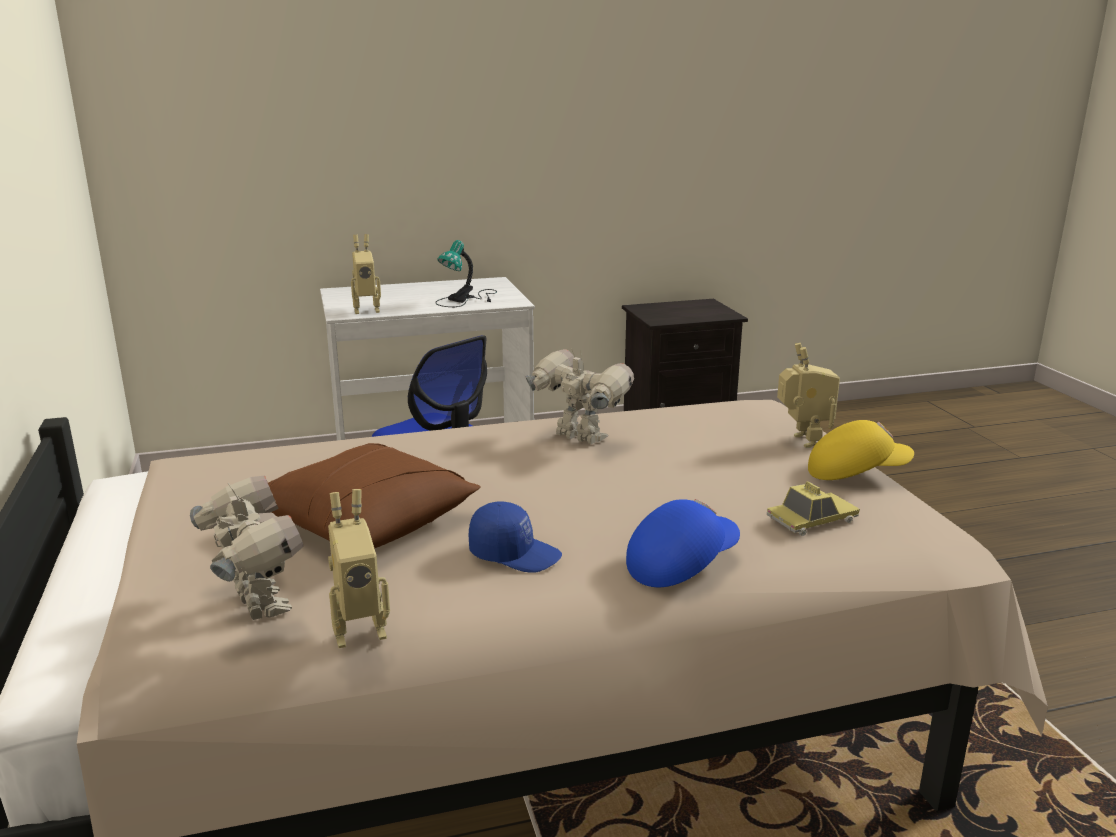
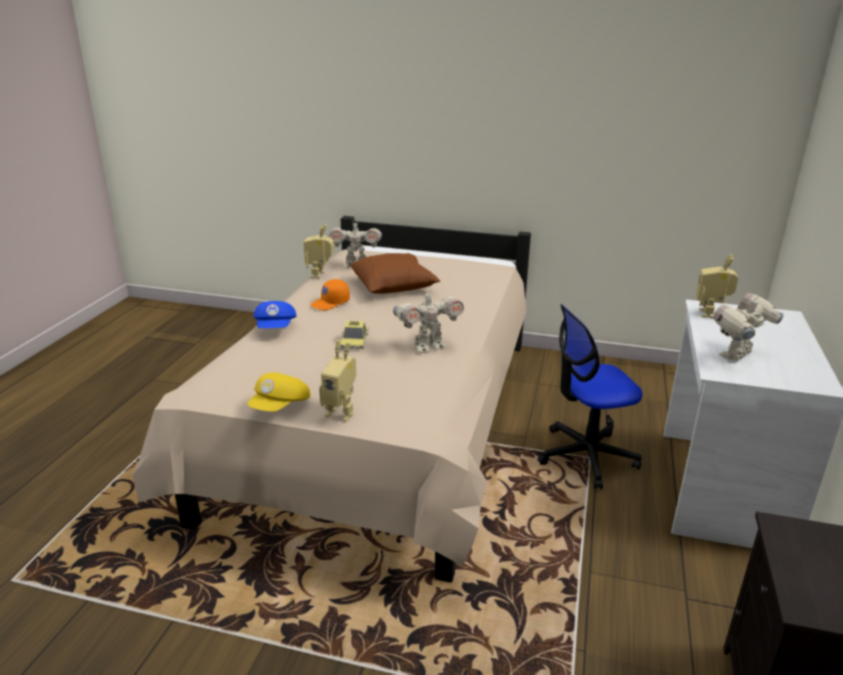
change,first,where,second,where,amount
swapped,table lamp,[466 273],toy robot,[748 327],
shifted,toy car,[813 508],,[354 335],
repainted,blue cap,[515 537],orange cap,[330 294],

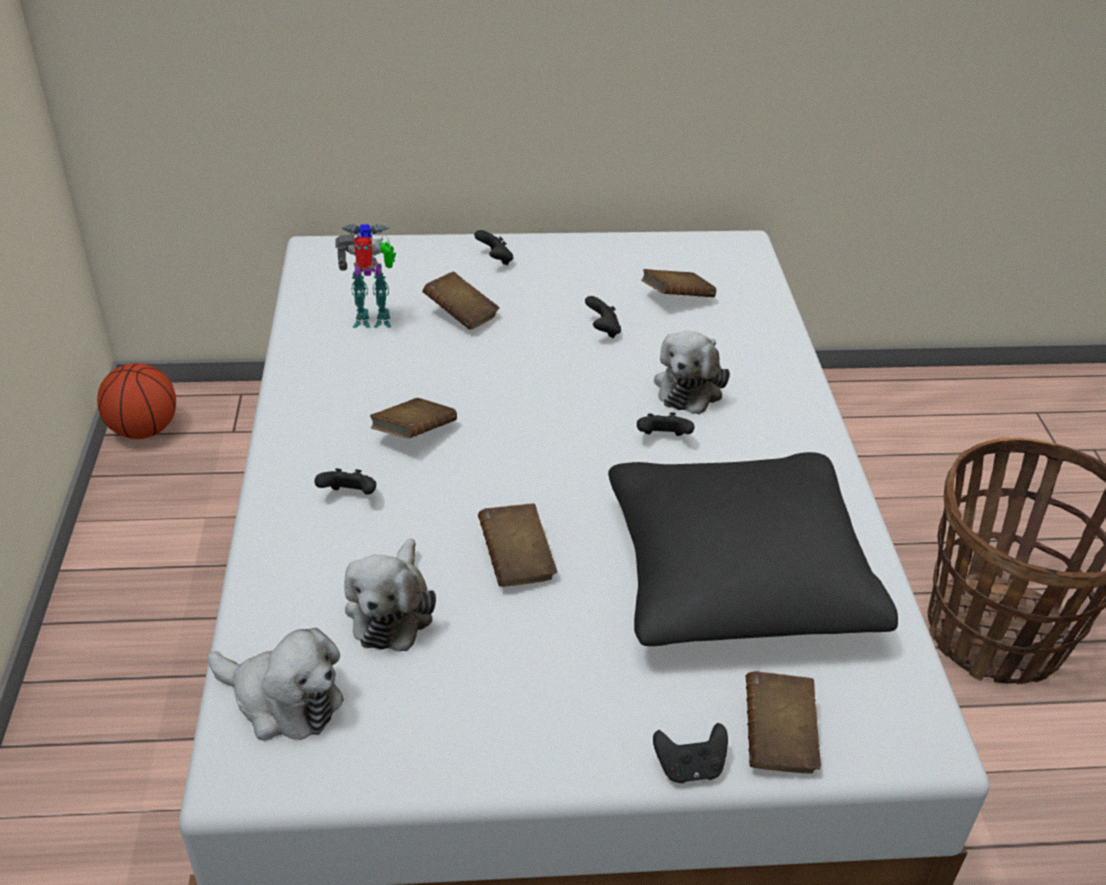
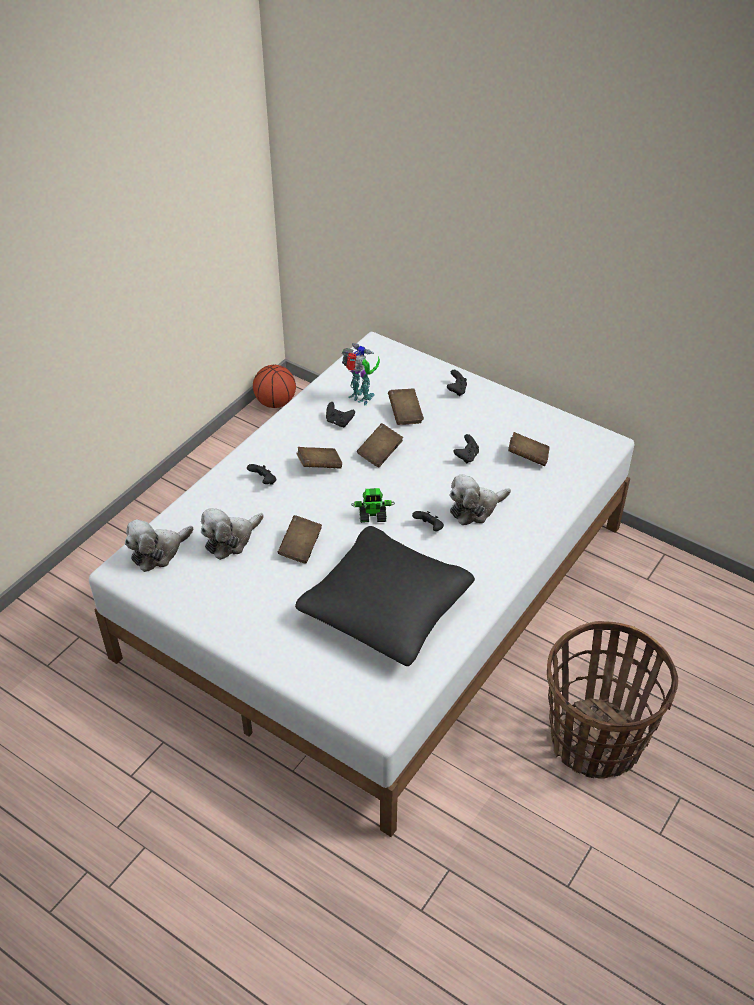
change,first,where,second,where,amount
rotated,plush toy,[275 684],,[159 545],75 degrees clockwise
shifted,brown book,[783 722],,[380 445],
shifted,black game controller,[690 753],,[340 415],
new,,,toy robot,[373 505],

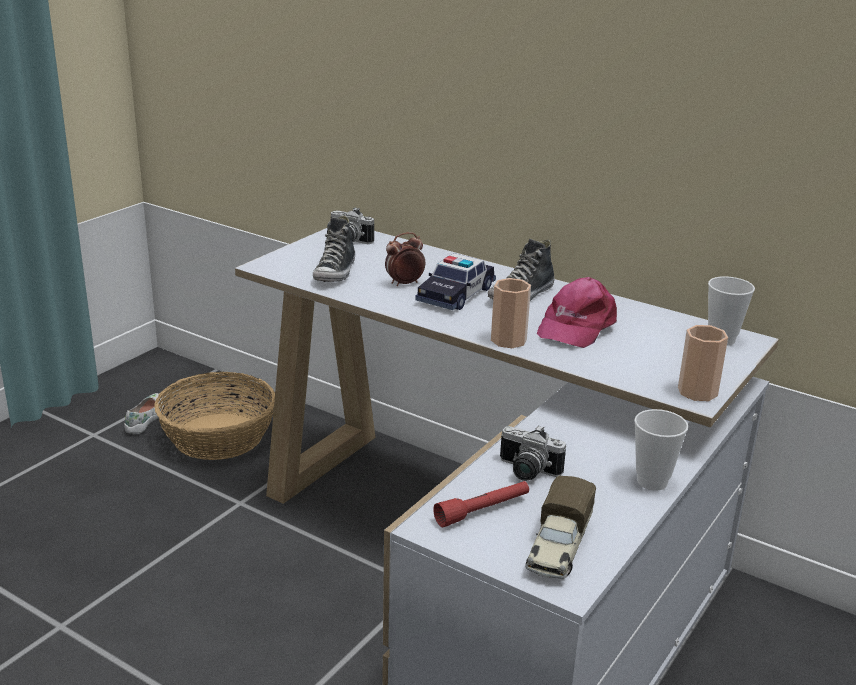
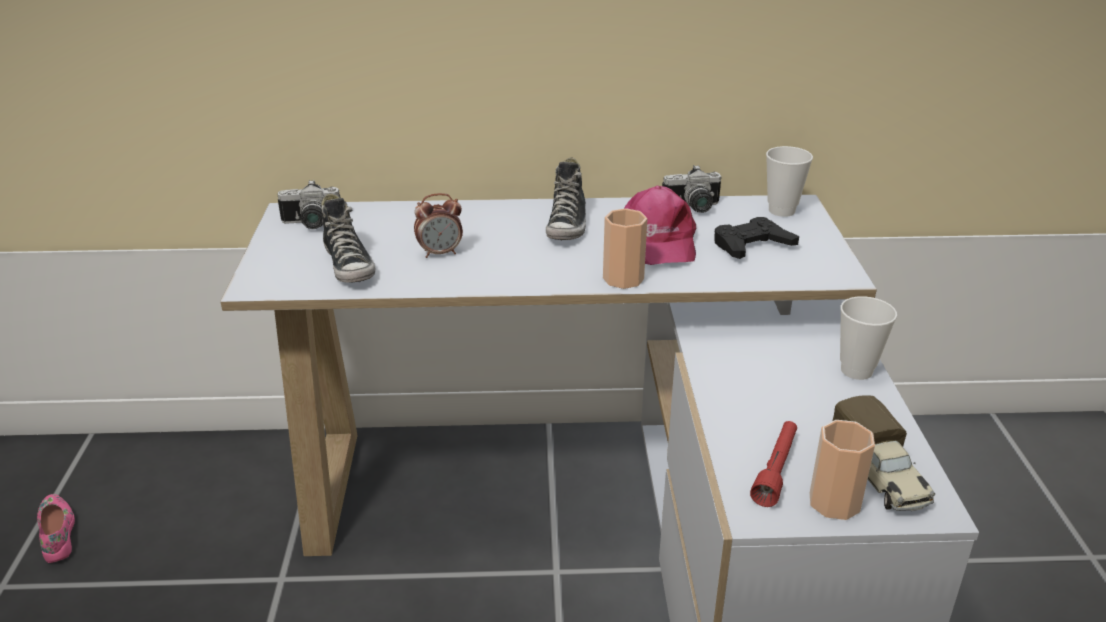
change,first,where,second,where,amount
rotated,alarm clock,[405 259],,[438 225],135 degrees counterclockwise
gone,toy car,[455 281],,,
shifted,cup,[703 363],,[842 470],
gone,basket,[214 416],,,
repainted,white shoe,[144 413],pink shoe,[56 528],
shifted,photo camera,[533 453],,[691 189],
new,,,black game controller,[756 238],

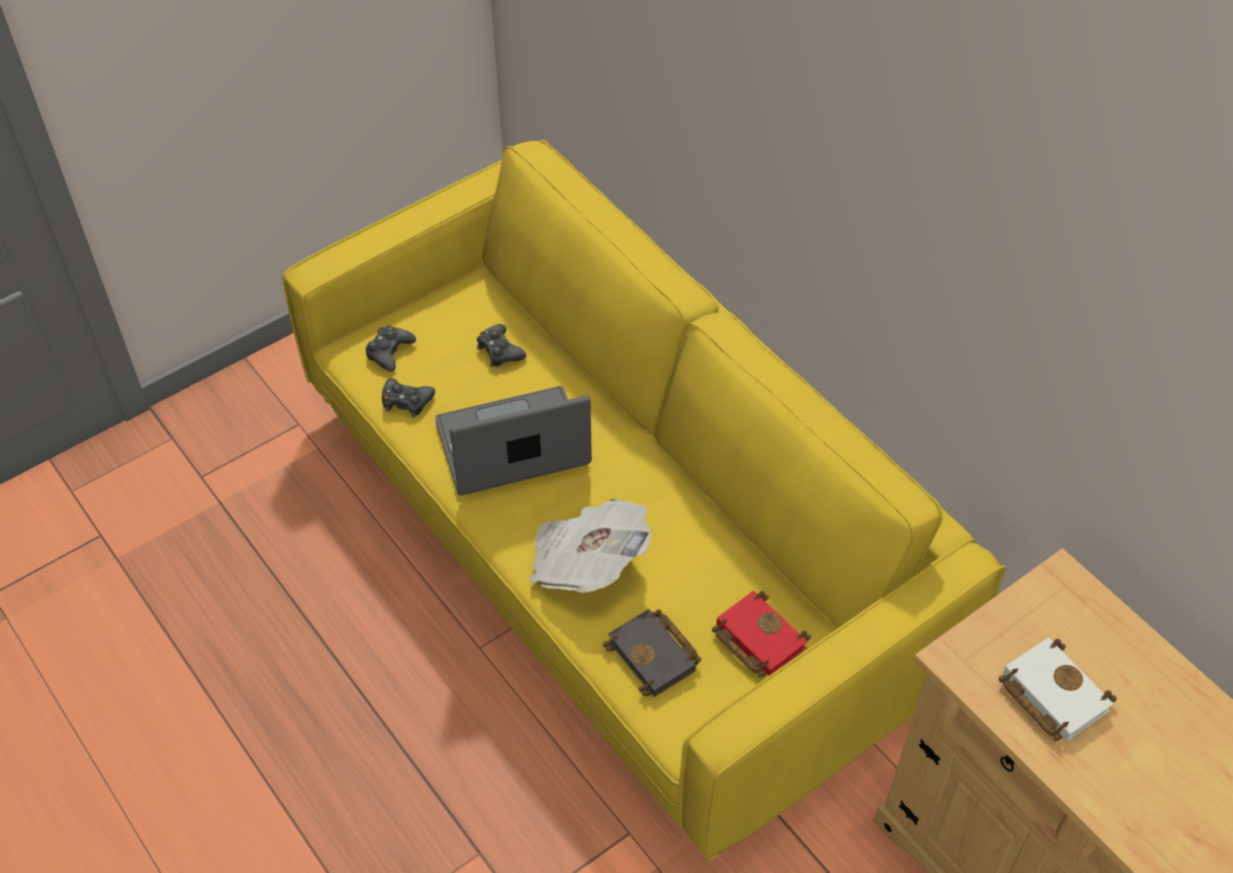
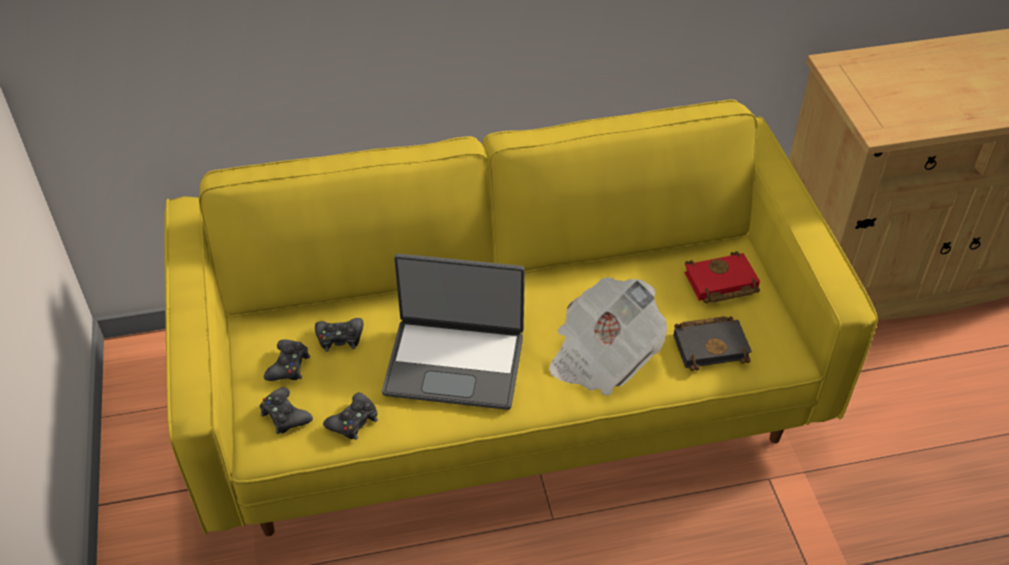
change,first,where,second,where,amount
rotated,laptop,[513 440],,[453 331],90 degrees counterclockwise
gone,white book,[1058 689],,,
new,,,black game controller,[287 360],

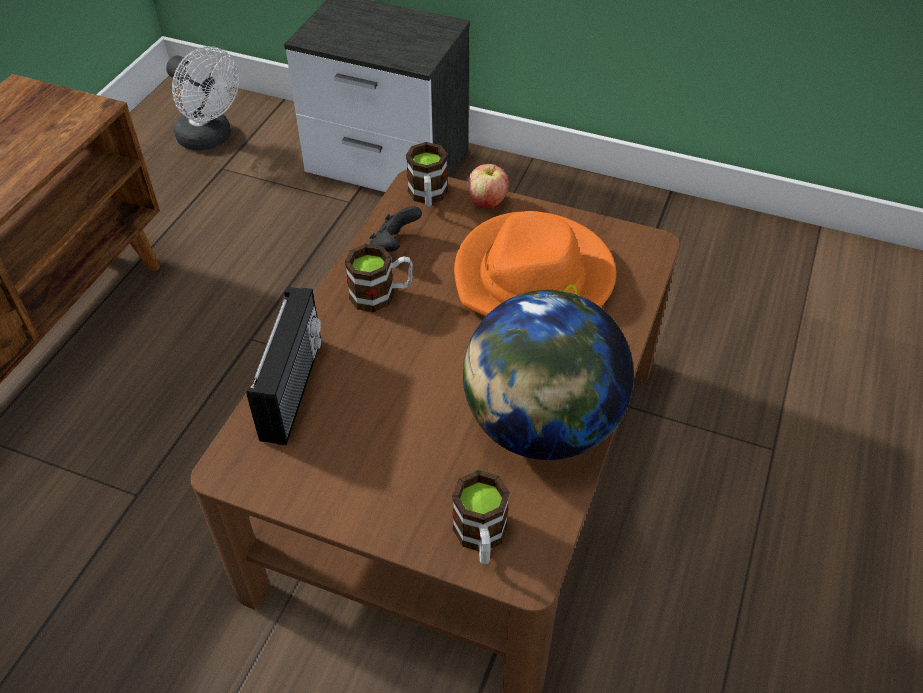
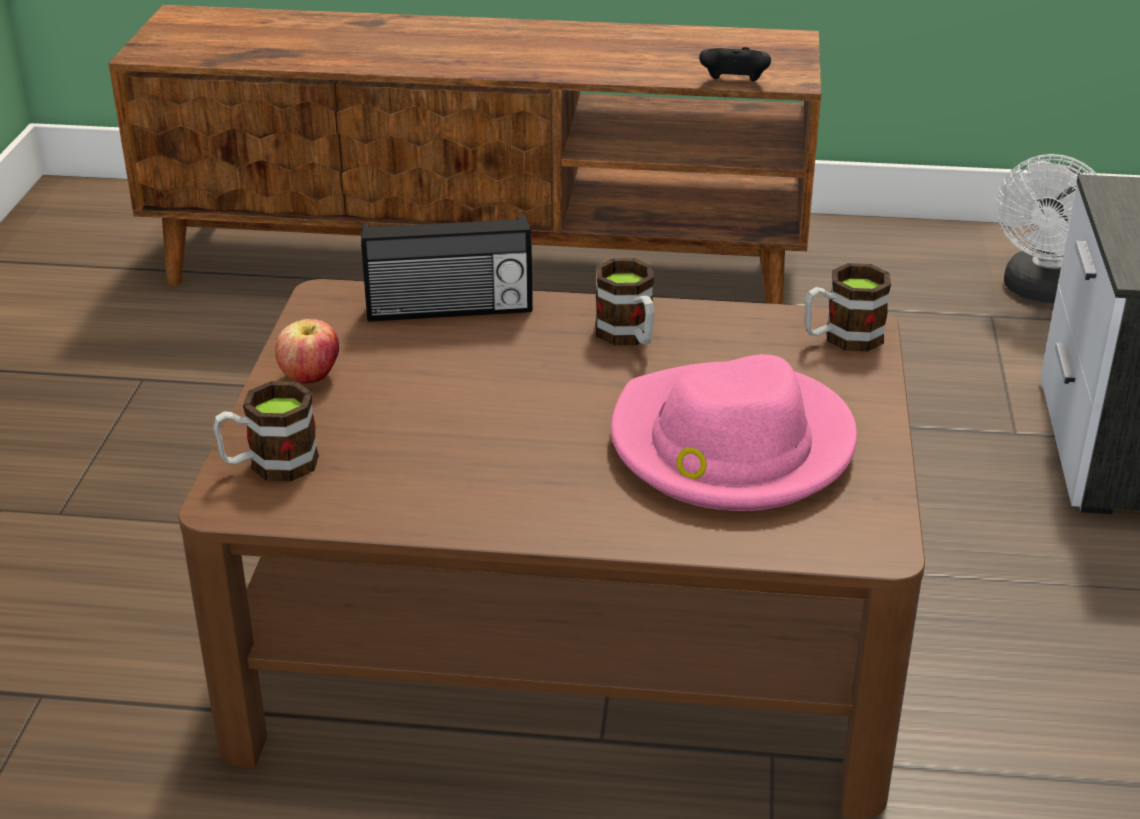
change,first,where,second,where,amount
shifted,apple,[488 186],,[307 351],
shifted,black game controller,[396 229],,[735 64],
repainted,orange hat,[535 264],pink hat,[734 432],
gone,globe,[548 375],,,

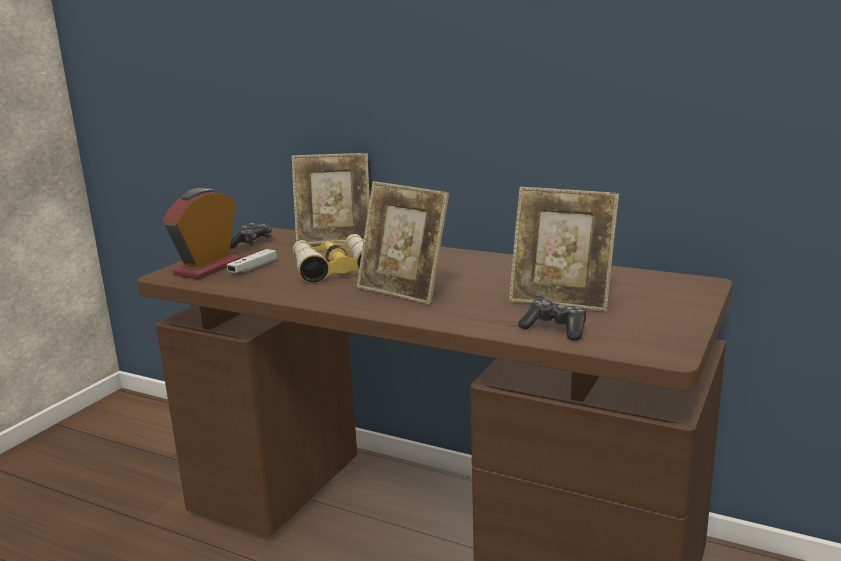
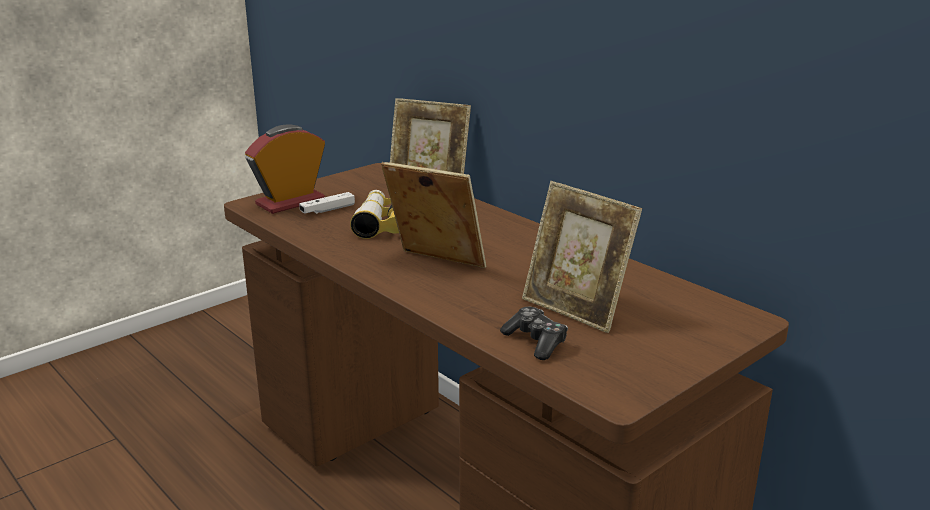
change,first,where,second,where,amount
rotated,picture frame,[403 243],,[433 215],150 degrees clockwise
gone,game controller,[251 236],,,

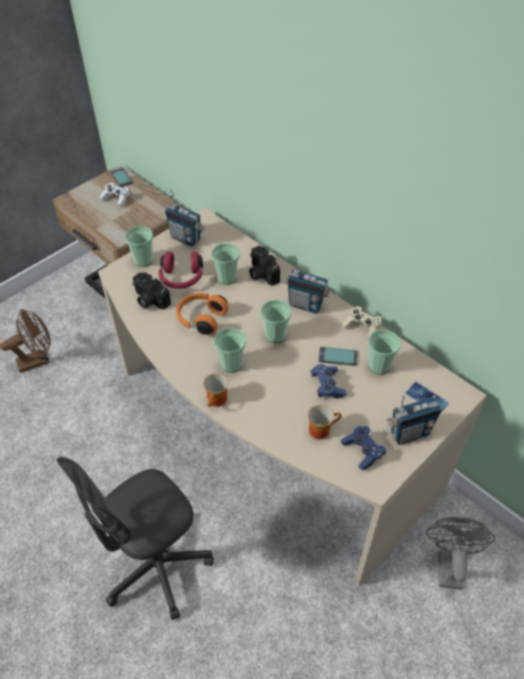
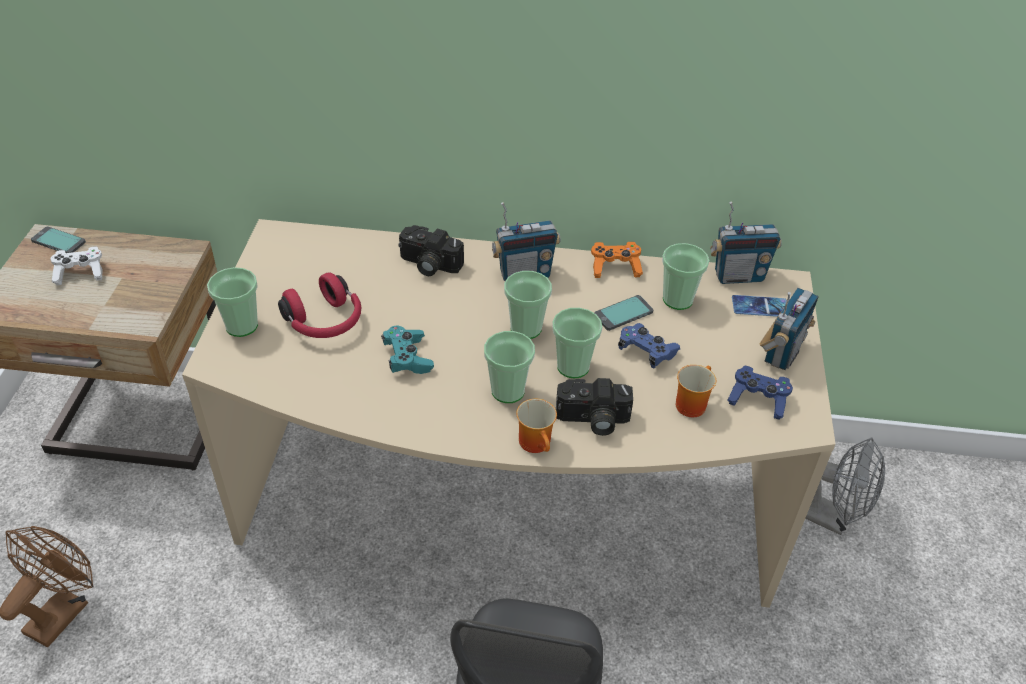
change,first,where,second,where,amount
shifted,radio,[185 218],,[746 243],
shifted,cup,[225 264],,[577 343],
shifted,photo camera,[151 290],,[594 407],
swapped,orange headphones,[202 314],turquoise game controller,[407 350],
repainted,beige game controller,[362 323],orange game controller,[617 260],
rotated,grey fan,[460 553],,[845 486],150 degrees clockwise

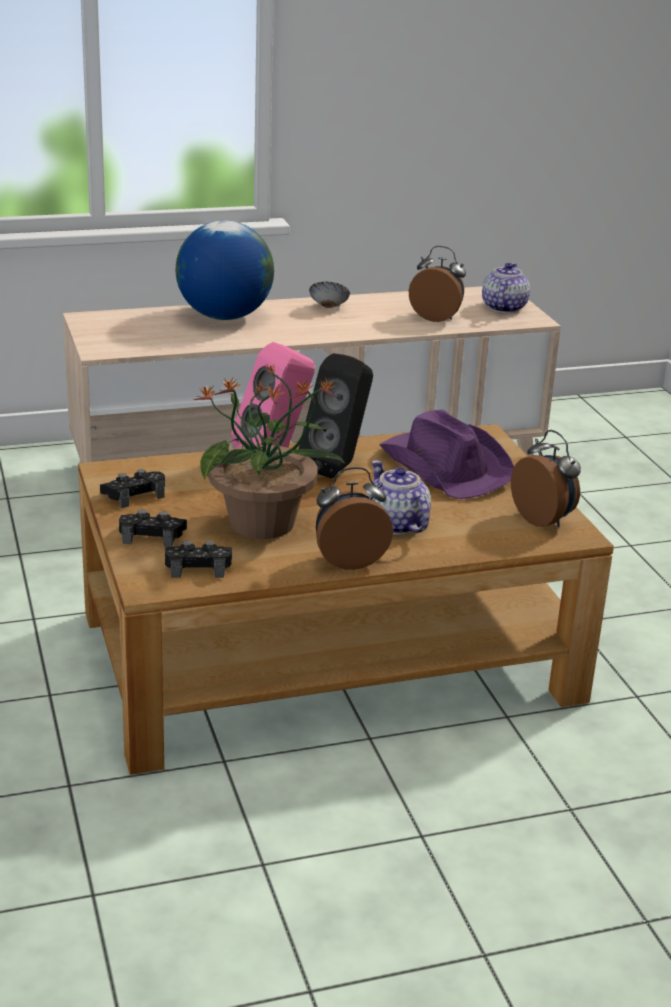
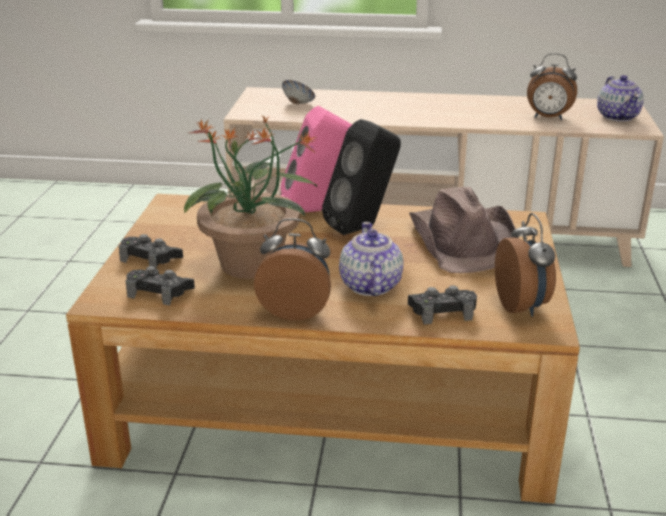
change,first,where,second,where,amount
gone,globe,[225 270],,,
rotated,alarm clock,[437 284],,[552 86],150 degrees clockwise
rotated,teapot,[506 288],,[620 98],135 degrees clockwise
shifted,bowl,[329 294],,[298 92],
repainted,purple hat,[447 454],brown hat,[464 230],
shifted,black game controller,[132 488],,[442 305],

